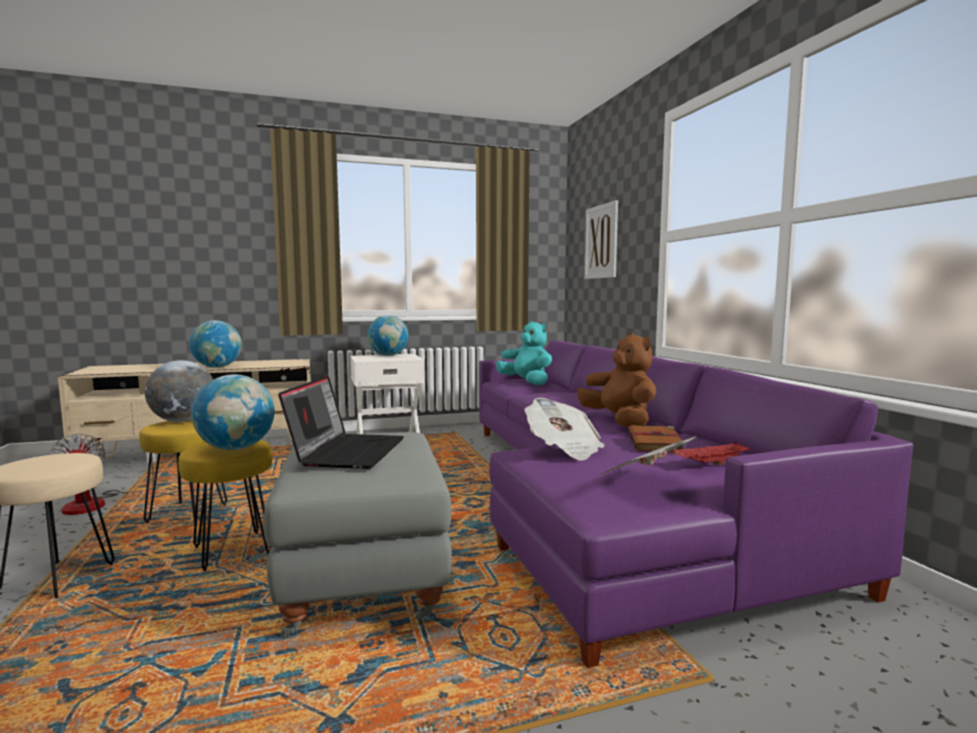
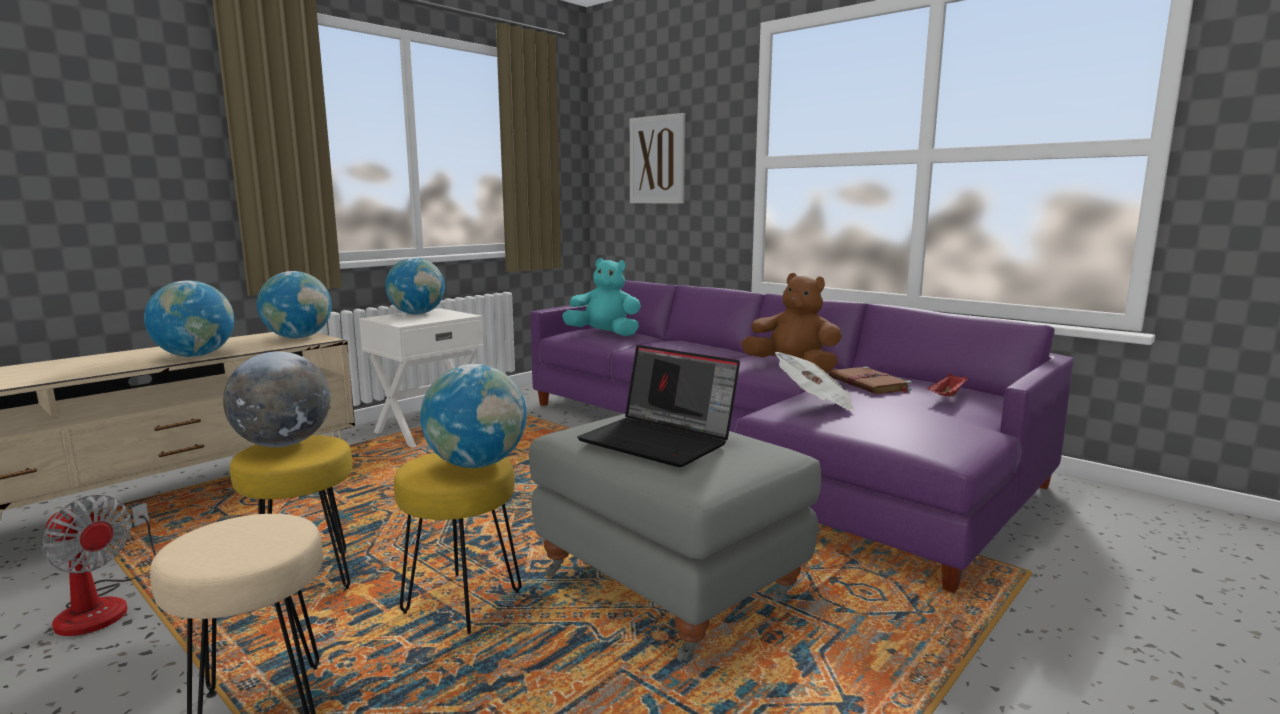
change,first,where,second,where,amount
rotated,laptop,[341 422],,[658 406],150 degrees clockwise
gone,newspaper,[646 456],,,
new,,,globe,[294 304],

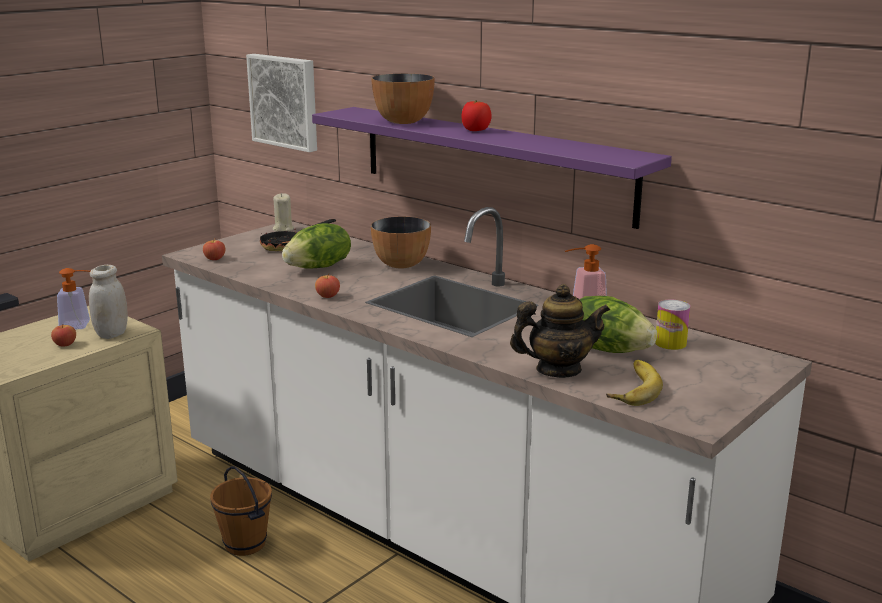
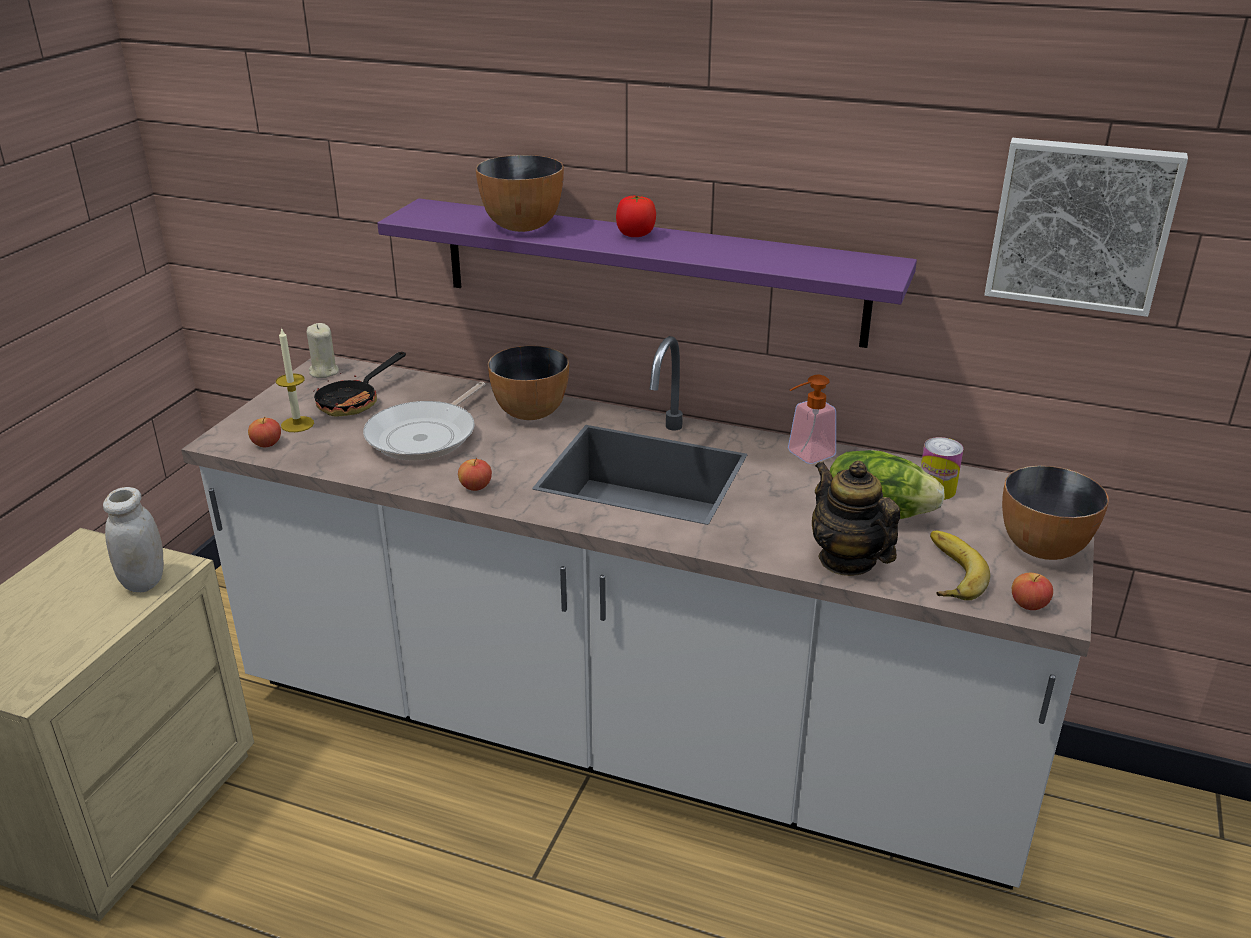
change,first,where,second,where,amount
shifted,picture,[281 103],,[1086 227],
swapped,lettuce,[316 246],frying pan,[424 421],
gone,soap dispenser,[73 298],,,
rotated,teapot,[560 331],,[856 518],90 degrees counterclockwise
shifted,apple,[63 335],,[1032 591],
gone,brown bucket,[241 511],,,
new,,,candle,[295 379],
new,,,bowl,[1055 513],

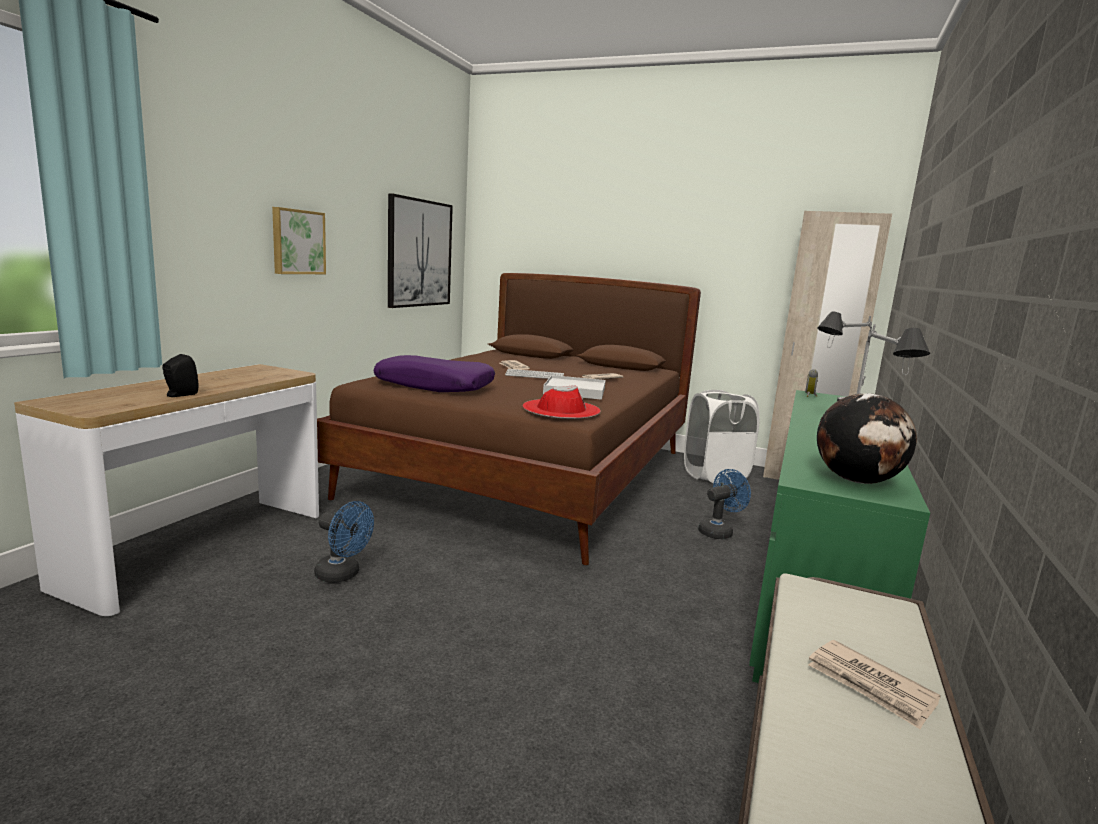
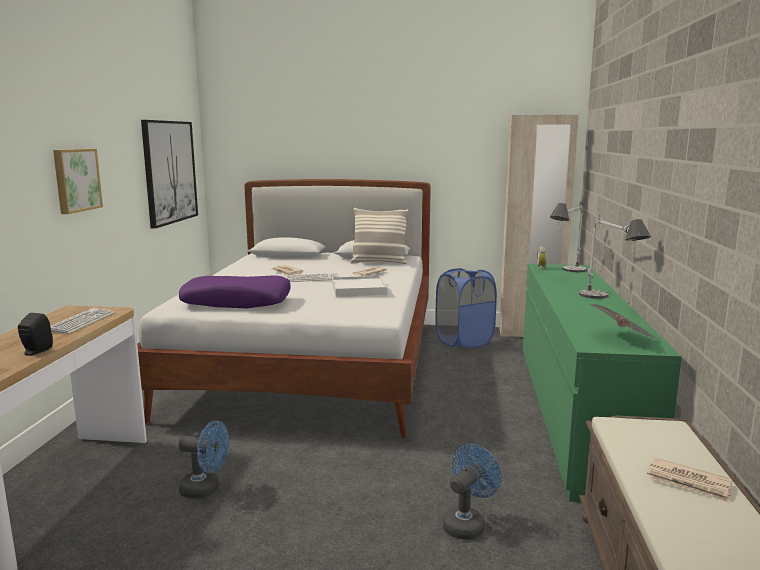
change,first,where,second,where,amount
repainted,brown bed,[509 419],white bed,[284 308],
gone,red hat,[561 402],,,
repainted,white laundry basket,[722 436],blue laundry basket,[466 308],
swapped,globe,[867 438],newspaper,[624 321],
shifted,blue fan,[724 504],,[472 492],
new,,,pillow,[379 236],
new,,,keyboard,[82 321],

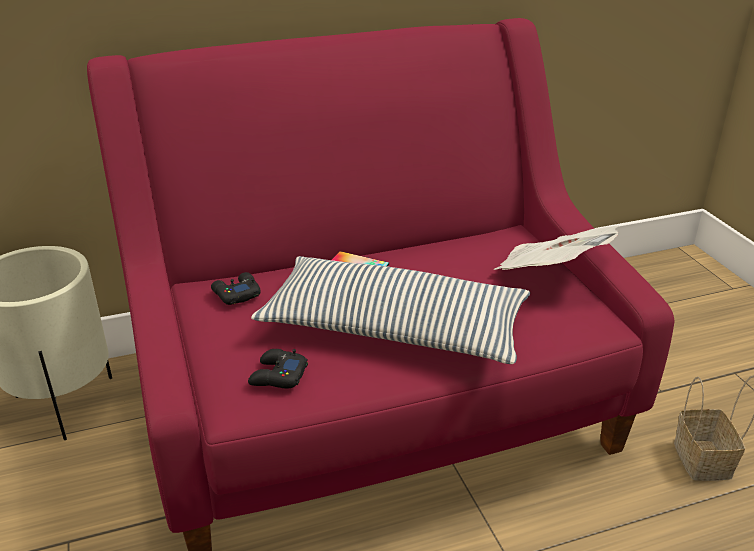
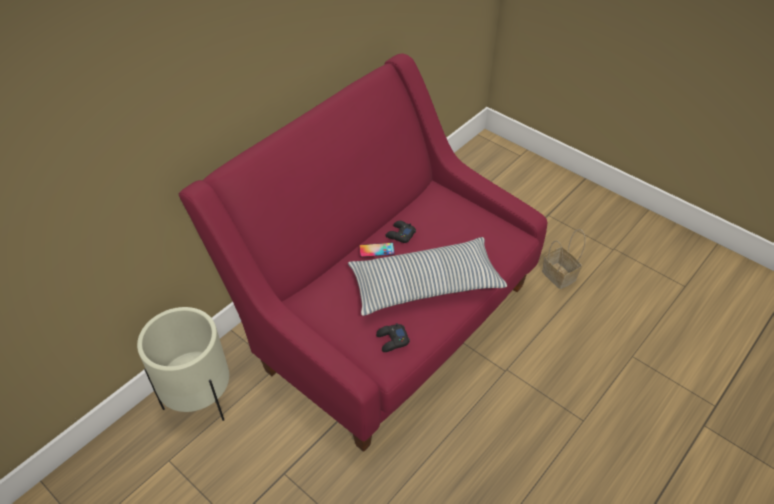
change,first,where,second,where,amount
gone,newspaper,[556 247],,,
shifted,black game controller,[236 288],,[400 232],

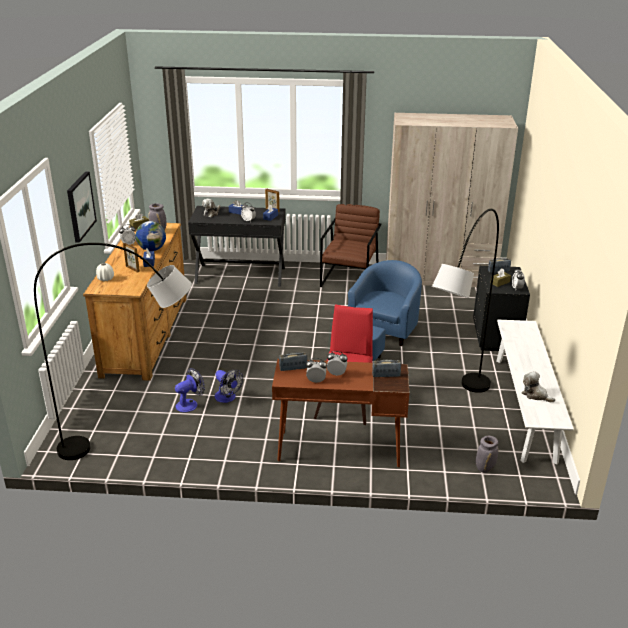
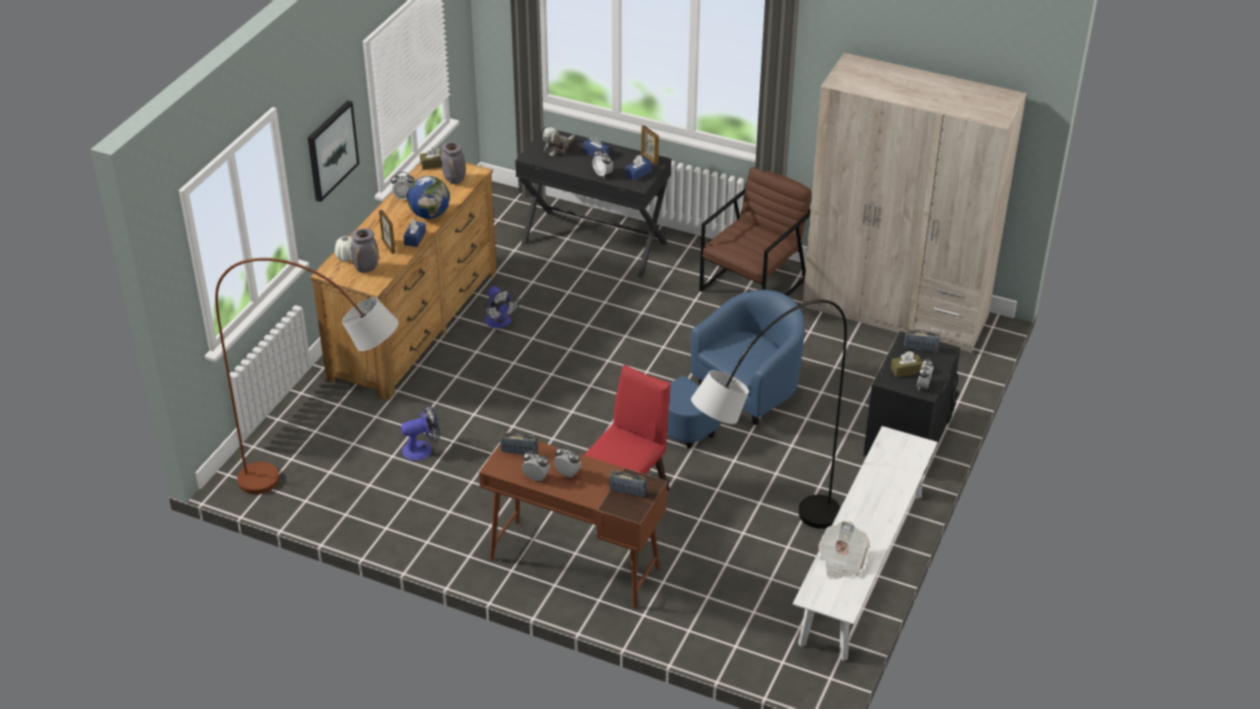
change,first,where,second,where,amount
repainted,grey floor lamp,[113 351],brown floor lamp,[306 376],
shifted,fan,[228 386],,[502 307],
swapped,plush toy,[538 386],newspaper,[844 550],
shifted,grey vase,[487 454],,[365 250],

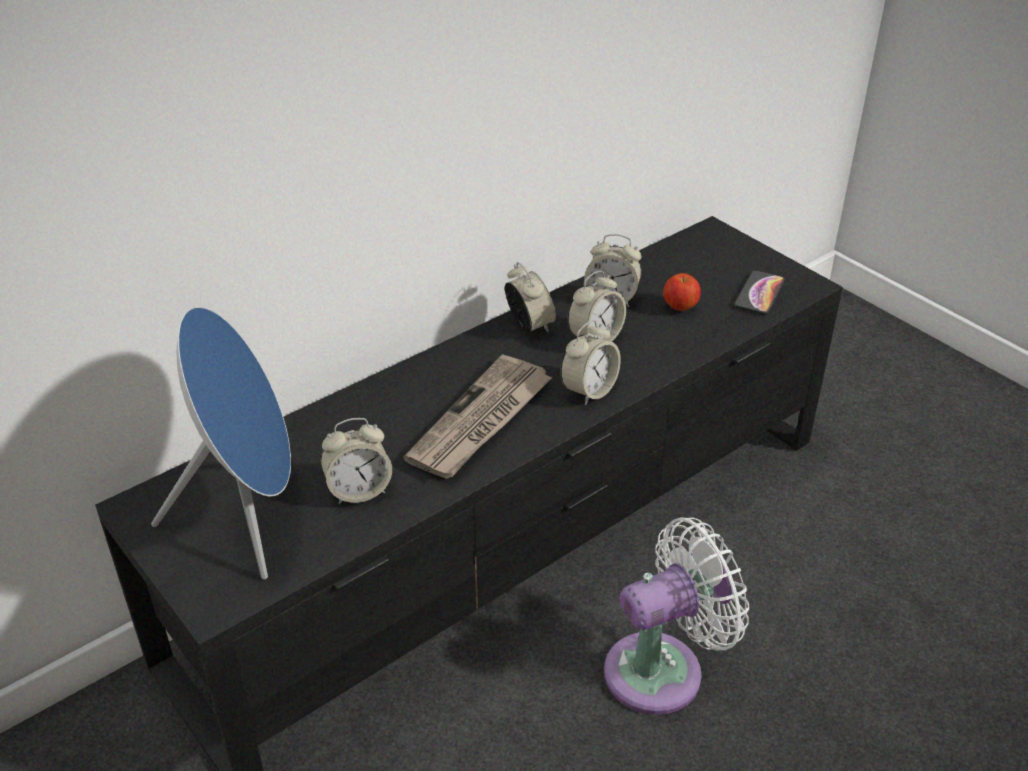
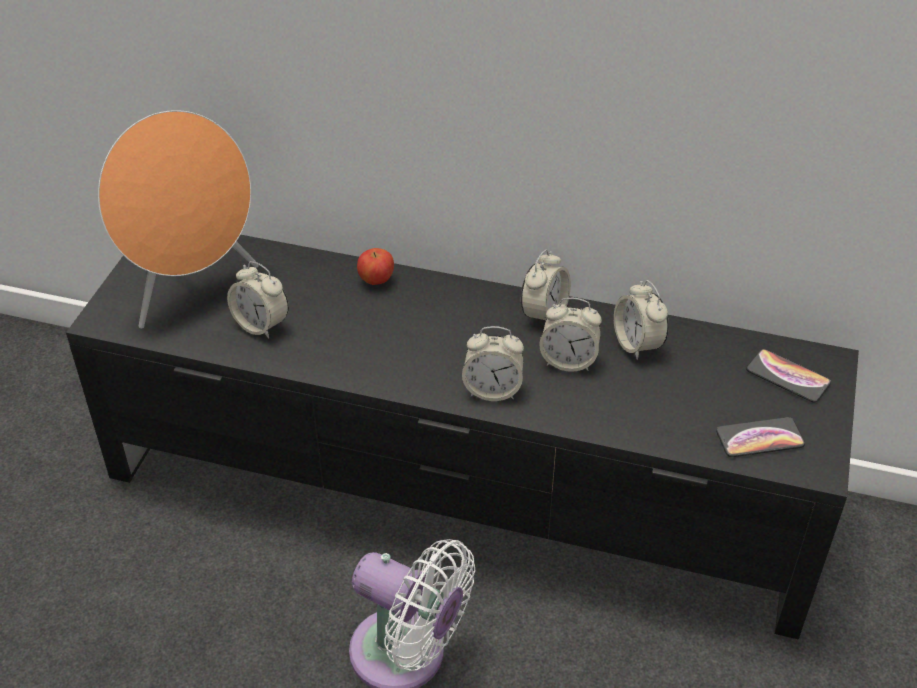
change,first,where,second,where,amount
shifted,apple,[682 292],,[375 266],
repainted,blue speaker,[221 443],orange speaker,[178 219],
gone,newspaper,[477 416],,,
new,,,phone,[788 376],

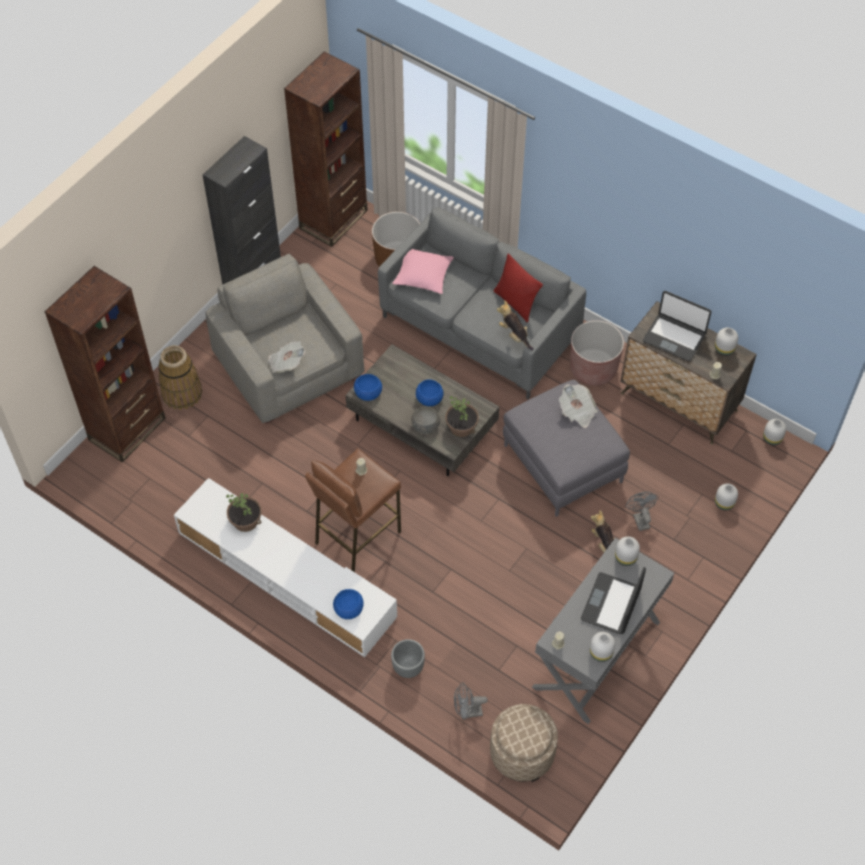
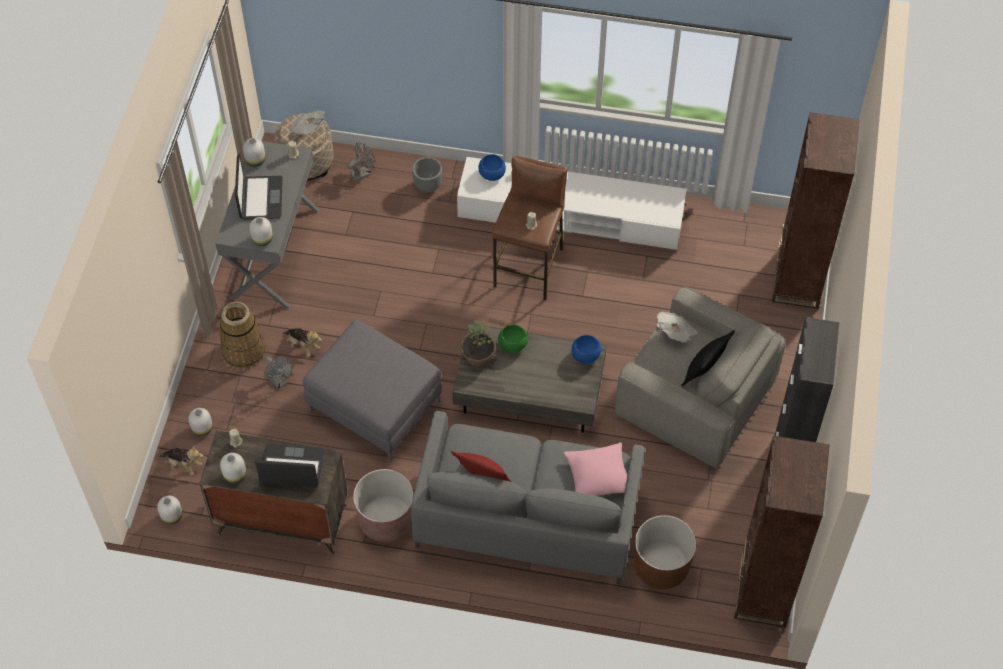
change,first,where,second,where,amount
shifted,plush toy,[515 325],,[181 461],
shifted,basket,[180 377],,[242 335],
gone,blue bowl,[430 392],,,
shifted,newspaper,[578 406],,[307 122],
repainted,grey bowl,[425 420],green bowl,[513 339],
gone,potted plant,[244 512],,,
new,,,black pillow,[708 358],

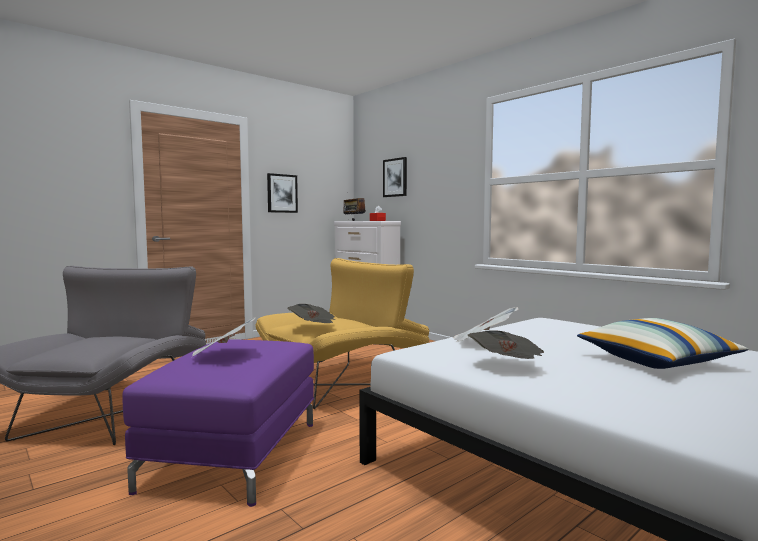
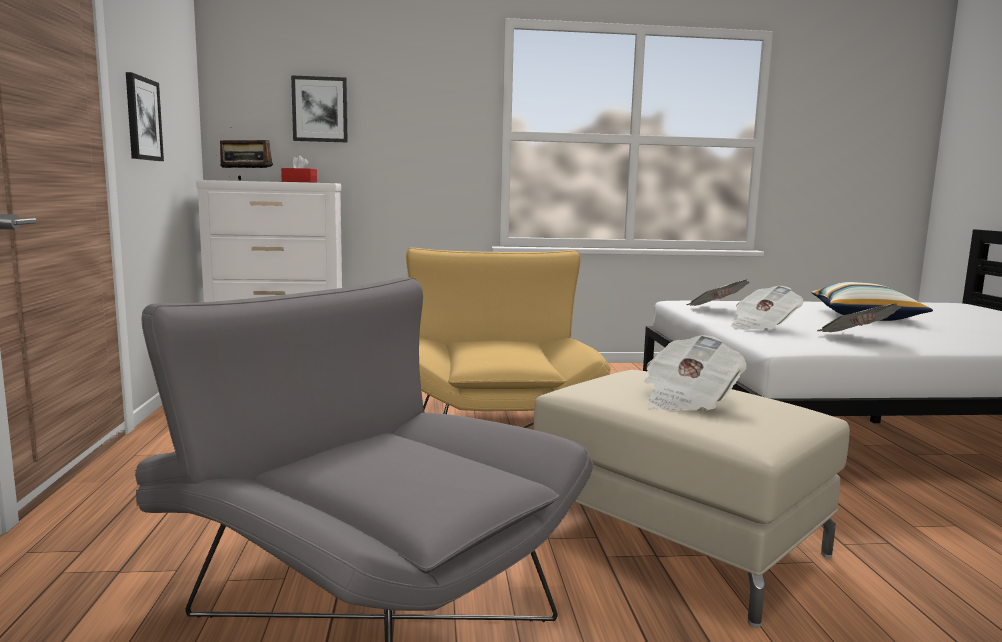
change,first,where,second,where,amount
shifted,newspaper,[311 313],,[718 293],
repainted,purple ottoman,[218 423],beige ottoman,[691 499],

